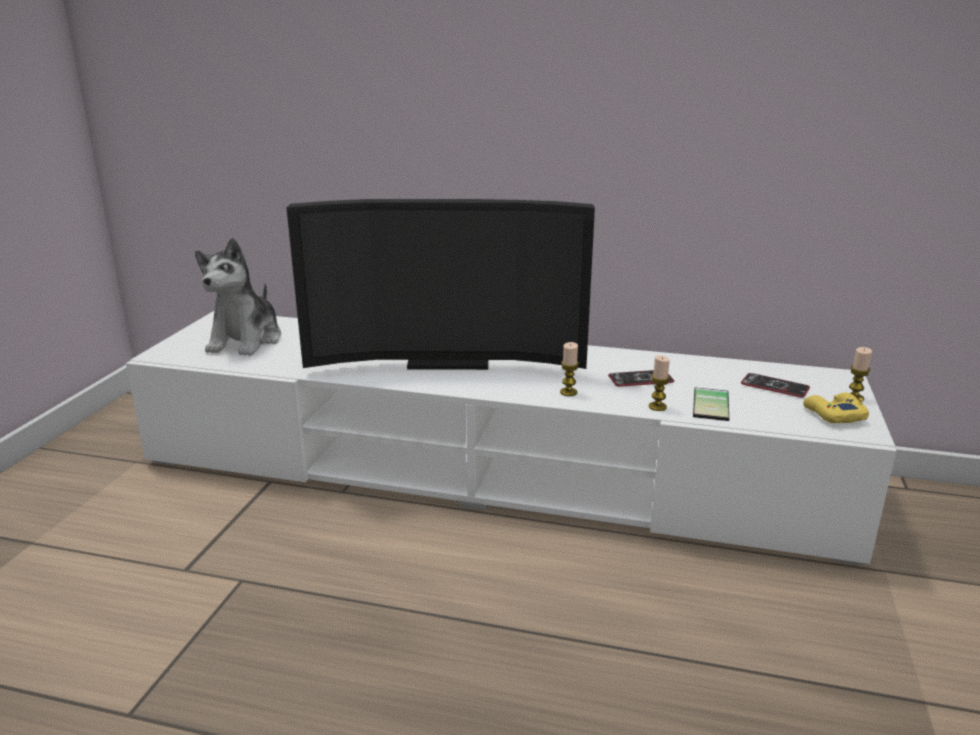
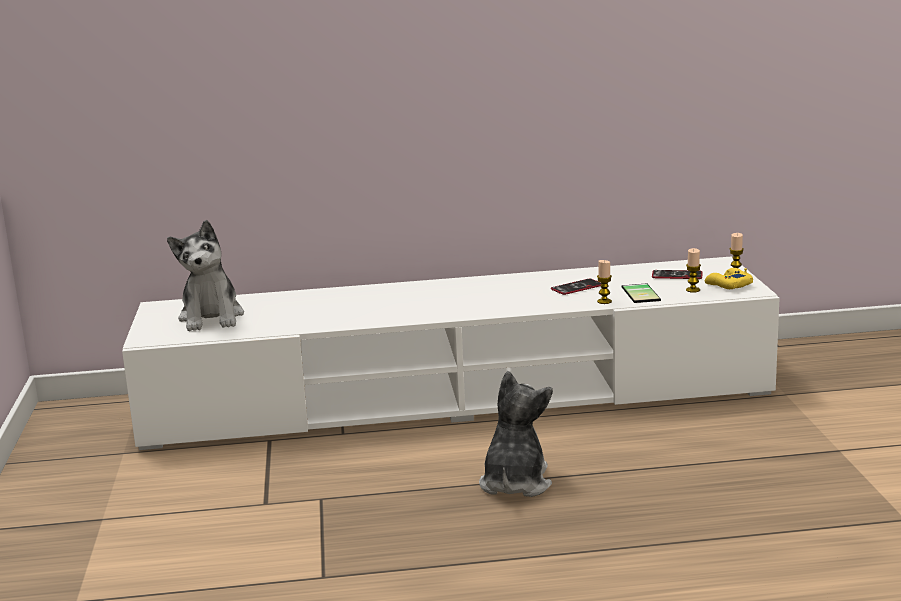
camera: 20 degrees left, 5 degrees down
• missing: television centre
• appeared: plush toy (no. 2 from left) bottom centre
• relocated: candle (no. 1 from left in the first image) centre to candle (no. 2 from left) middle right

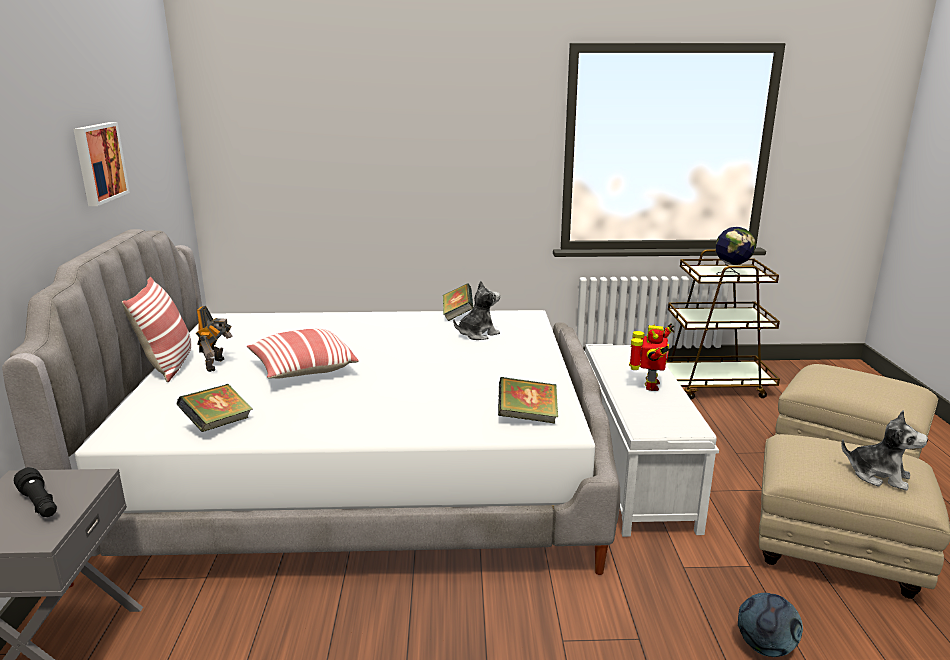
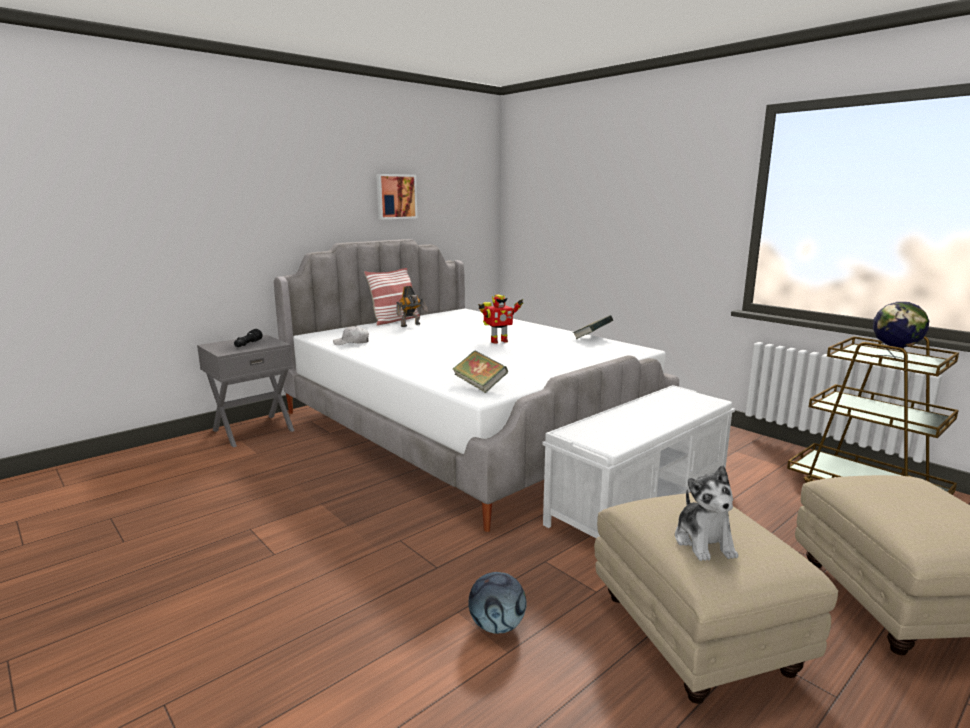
camera: 50 degrees right, 5 degrees down
• missing: pillow (no. 2 from left) middle left
• missing: plush toy (no. 1 from left) centre
• relocated: toy robot (no. 2 from left) middle right to centre
• exchanged: book (no. 1 from left) middle left to white cap centre

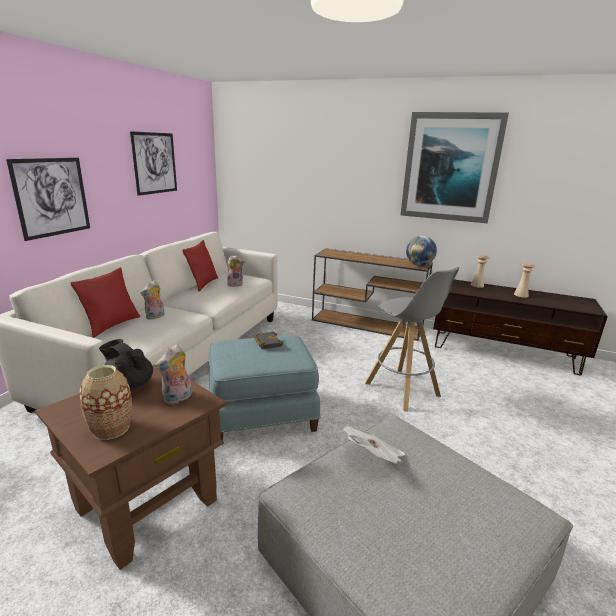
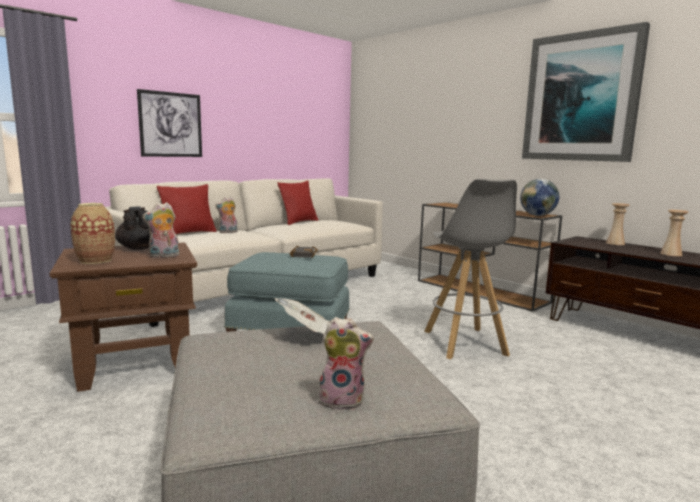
camera: 25 degrees right, 10 degrees down
• missing: picture (no. 2 from left) top left
• relocated: plush toy (no. 3 from left) centre to bottom centre

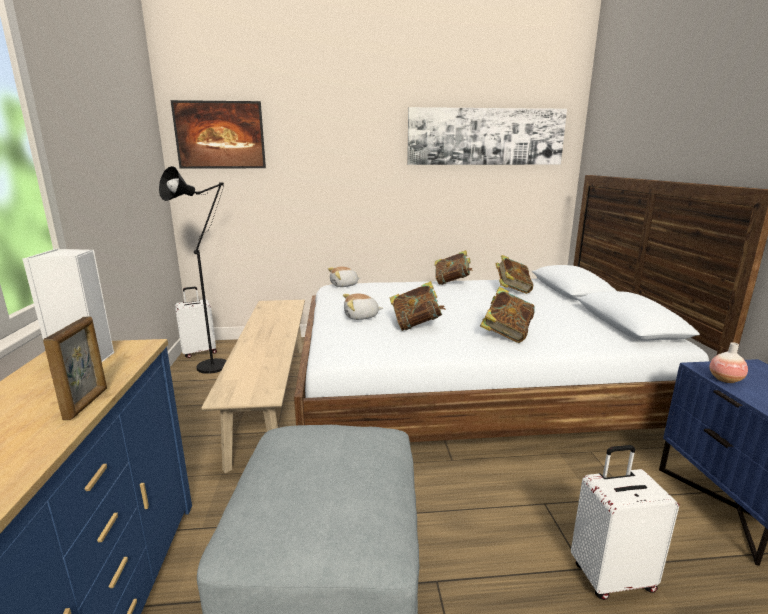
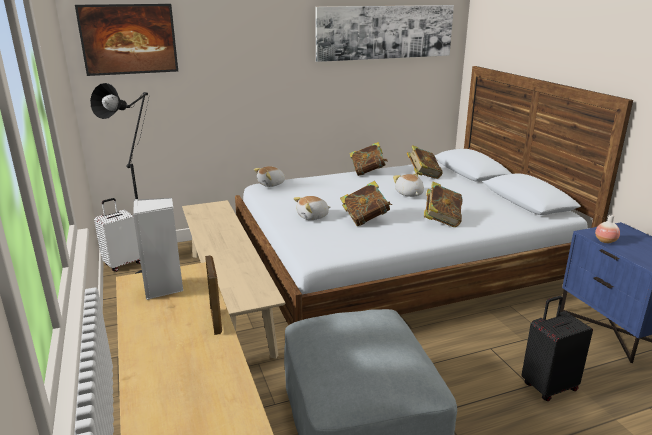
camera: 15 degrees left, 5 degrees up
• appeared: plush toy (no. 3 from left) centre
• colour: white suitcase (no. 2 from left) bottom right to black suitcase bottom right

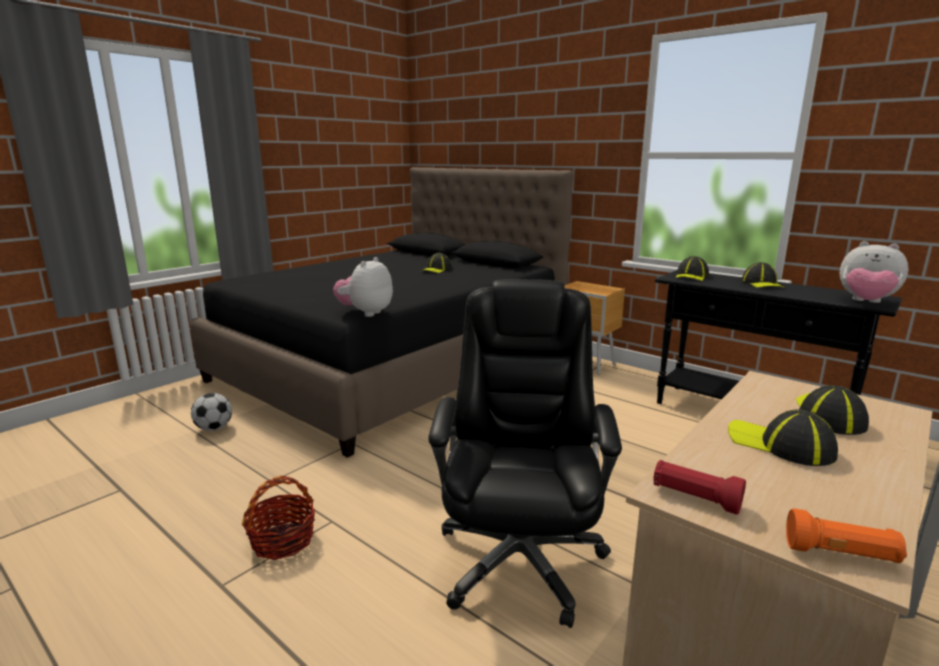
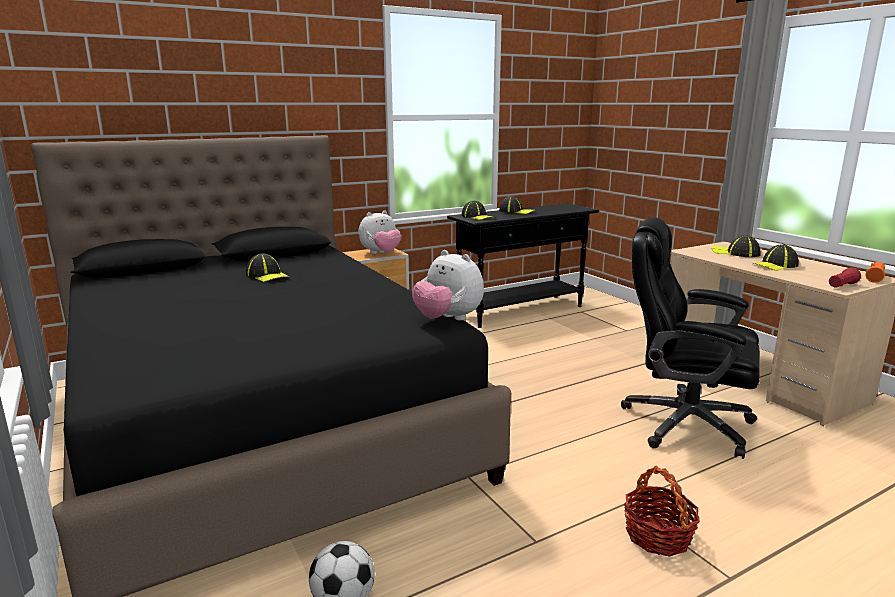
camera: 70 degrees left, 0 degrees up
• relocated: plush toy (no. 2 from left in the first image) middle right to plush toy (no. 1 from left) centre

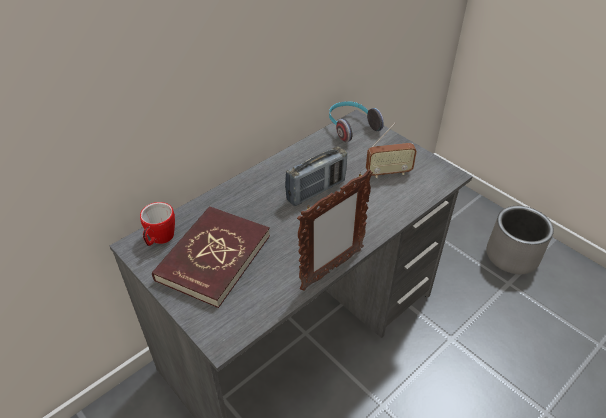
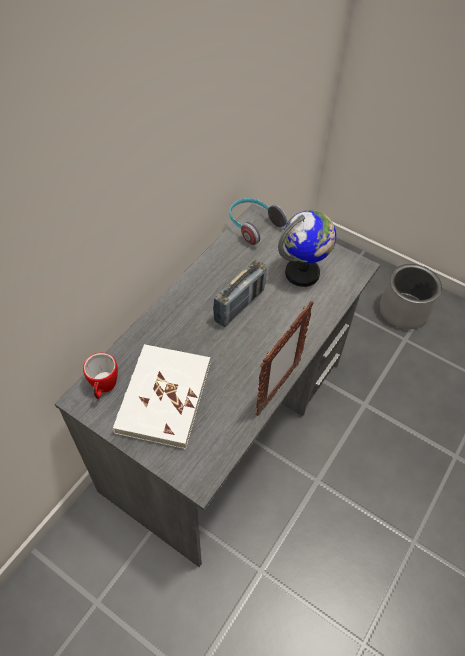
camera: 15 degrees left, 10 degrees up
• exchanged: radio (no. 2 from left) centre to globe centre
• colour: red book centre to white book centre

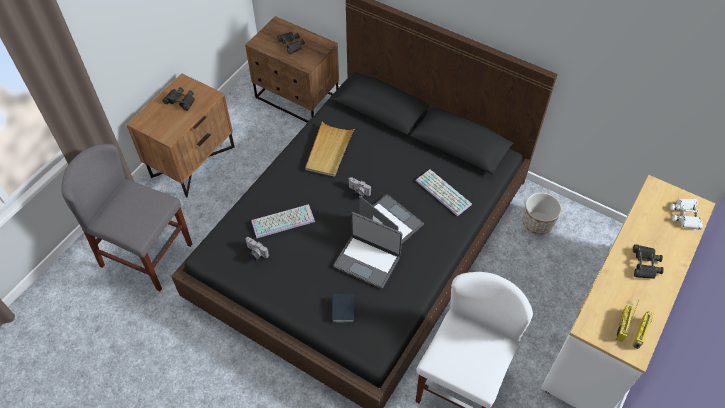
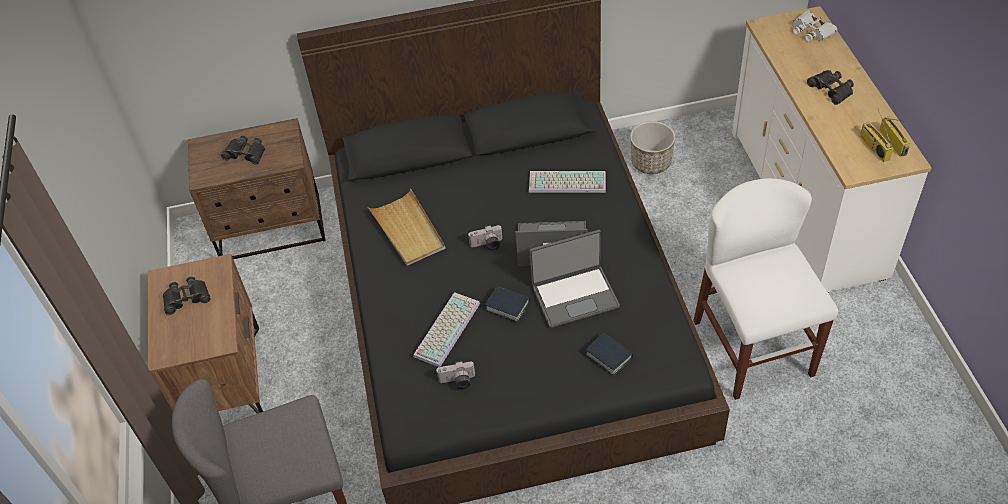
camera: 40 degrees left, 5 degrees down
• appeared: book (no. 1 from left) centre

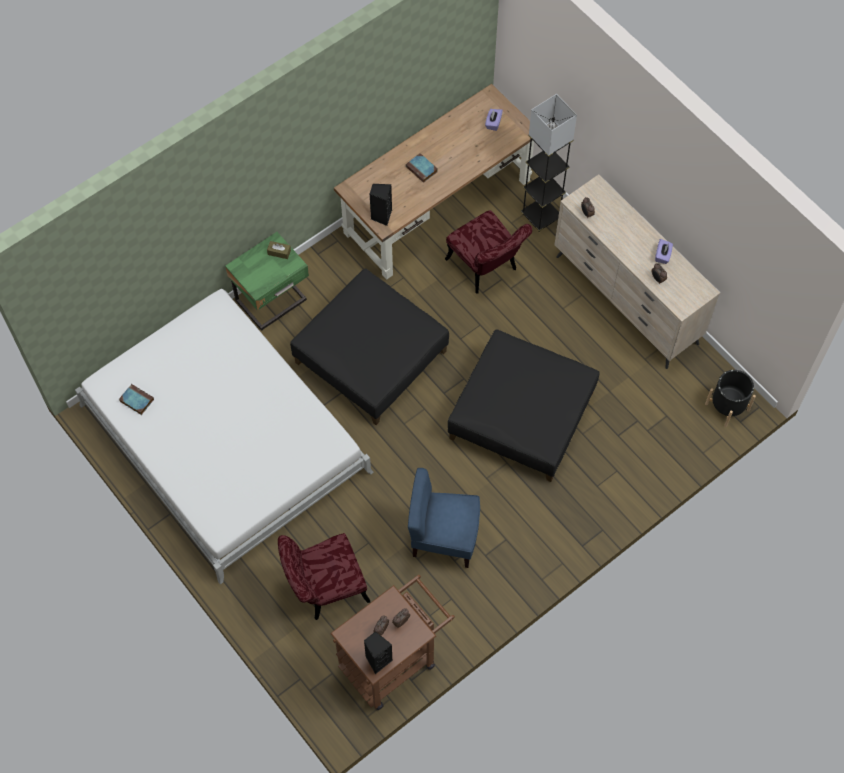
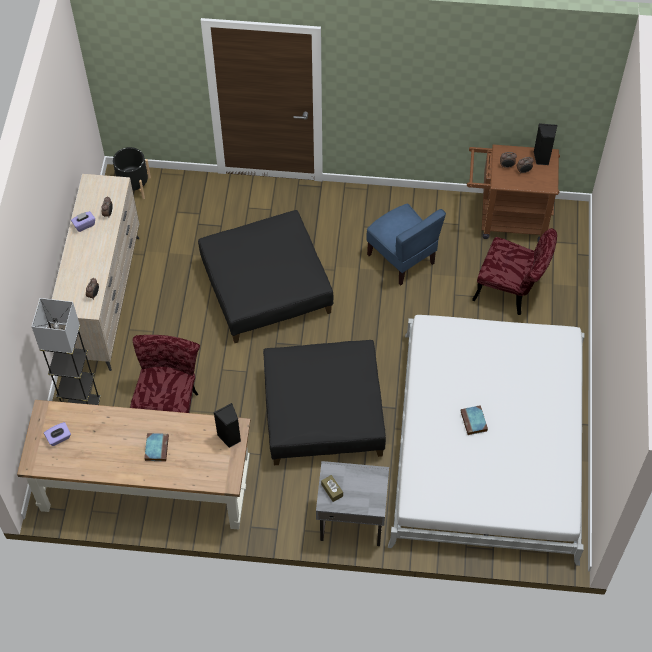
camera: 135 degrees left, 5 degrees down
• relocated: book (no. 1 from left in the first image) middle left to book (no. 2 from left) middle right
• colour: green nightstand middle left to grey nightstand bottom centre

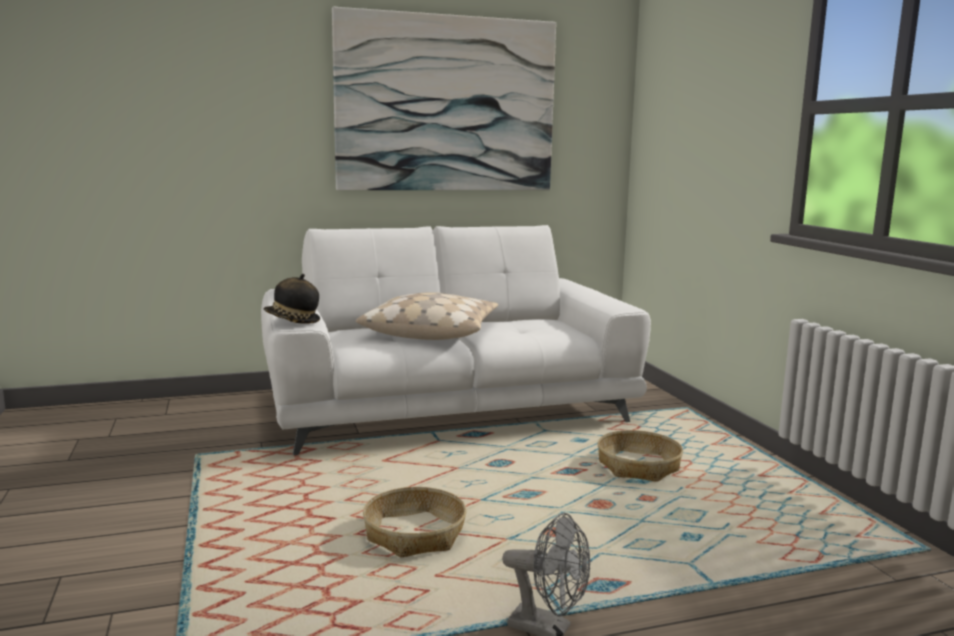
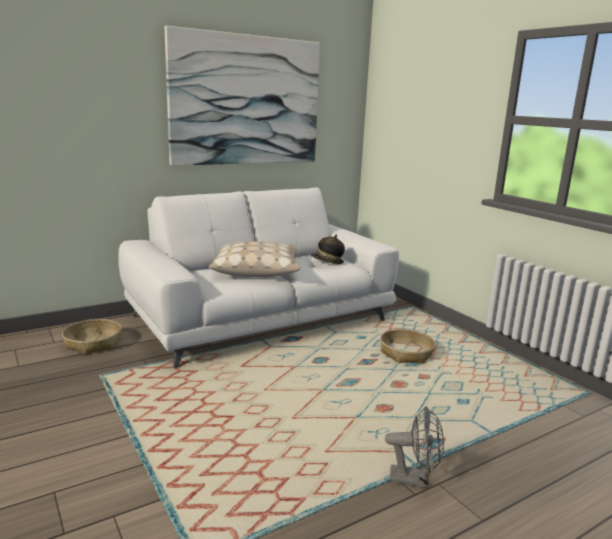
camera: 15 degrees left, 5 degrees up
• relocated: hat middle left to centre
• relocated: basket (no. 1 from left) bottom centre to middle left

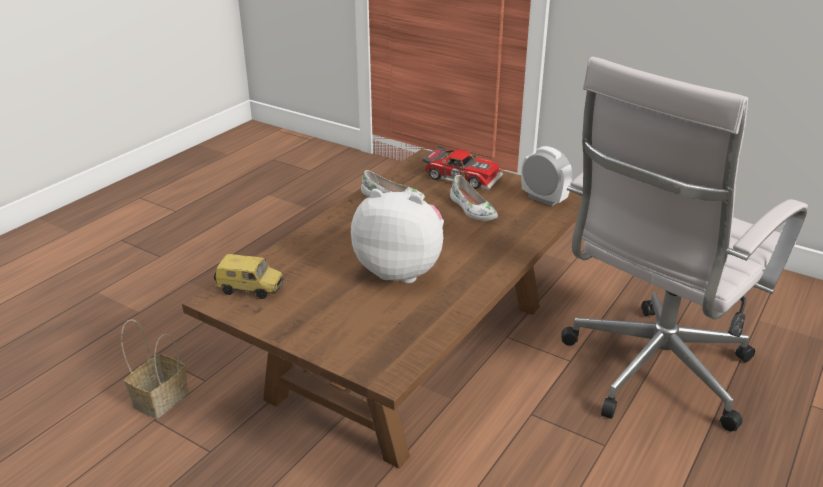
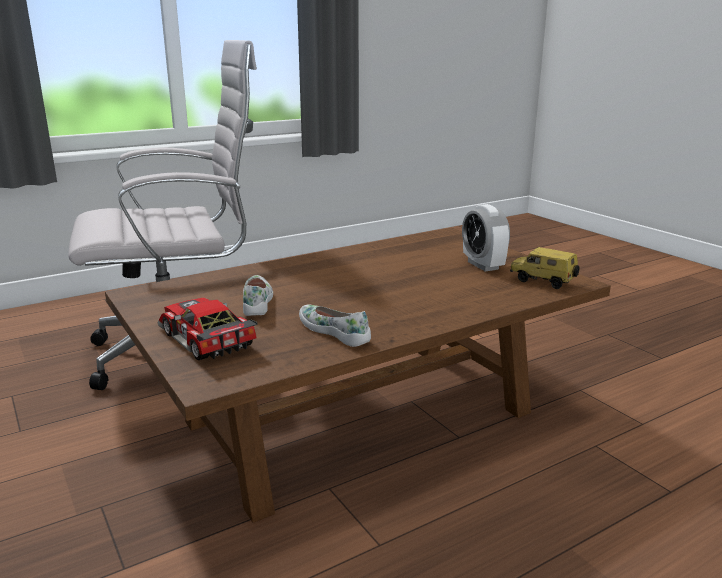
camera: 155 degrees left, 10 degrees down
• missing: basket bottom left
• missing: plush toy centre
• relocated: alarm clock centre to middle right

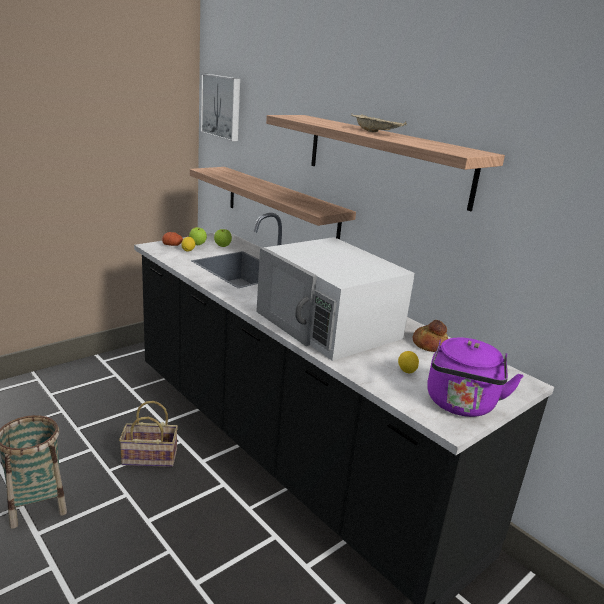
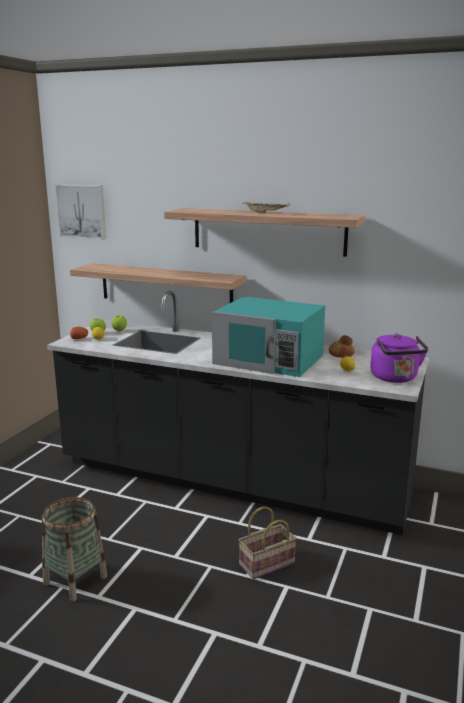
camera: 25 degrees left, 5 degrees down
• relocated: basket (no. 2 from left) bottom left to bottom centre
• colour: white microwave centre to turquoise microwave centre

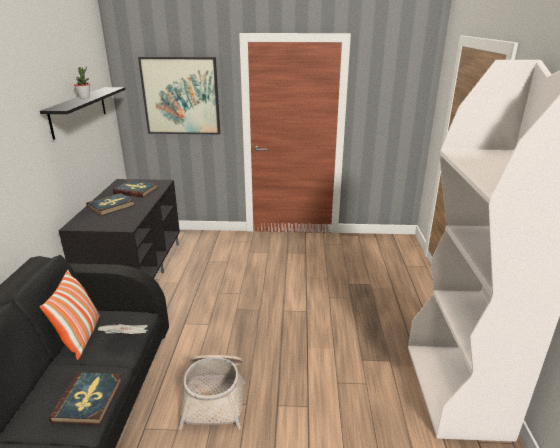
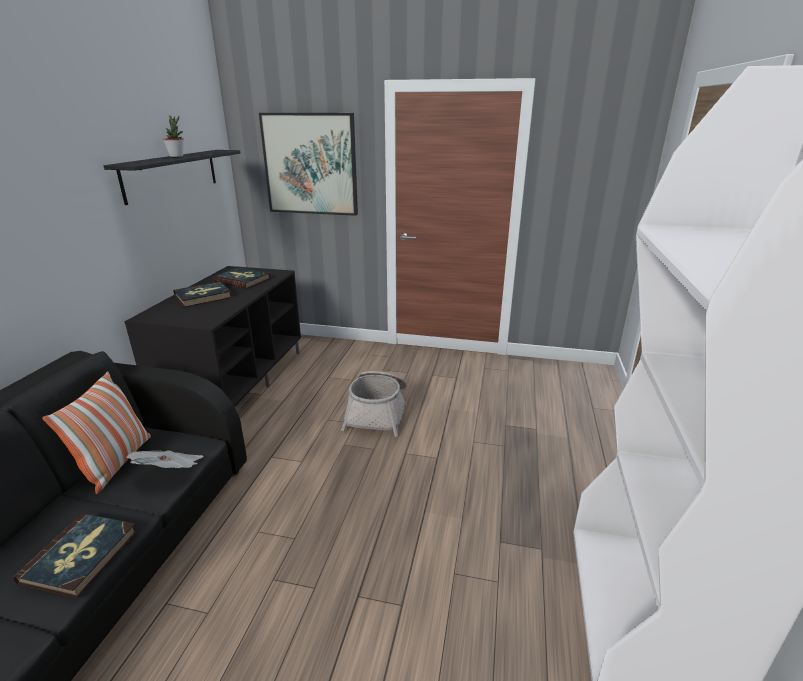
camera: 10 degrees right, 0 degrees up
• relocated: basket bottom centre to centre

